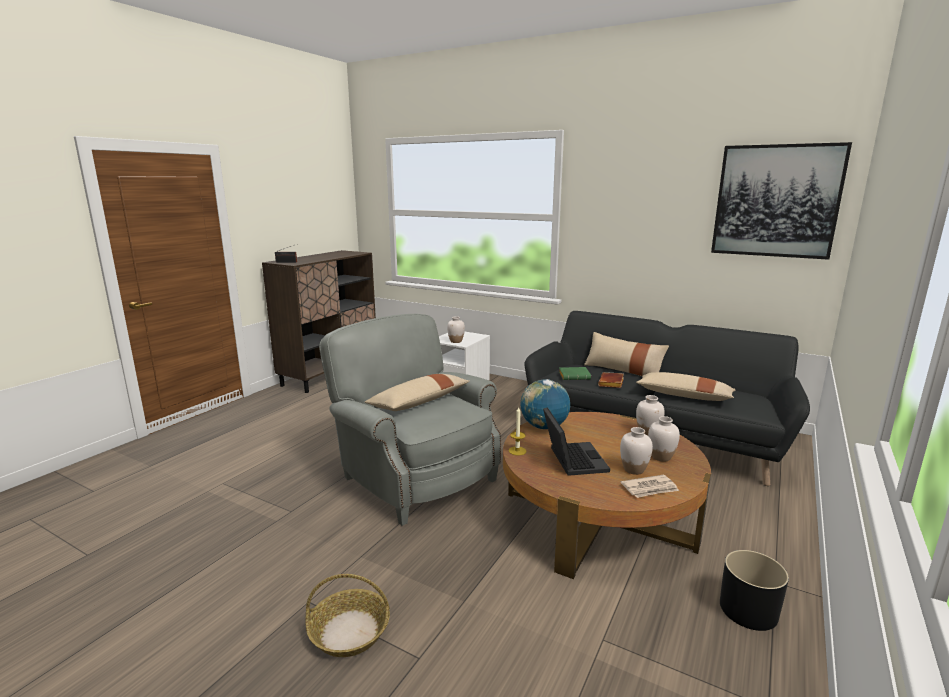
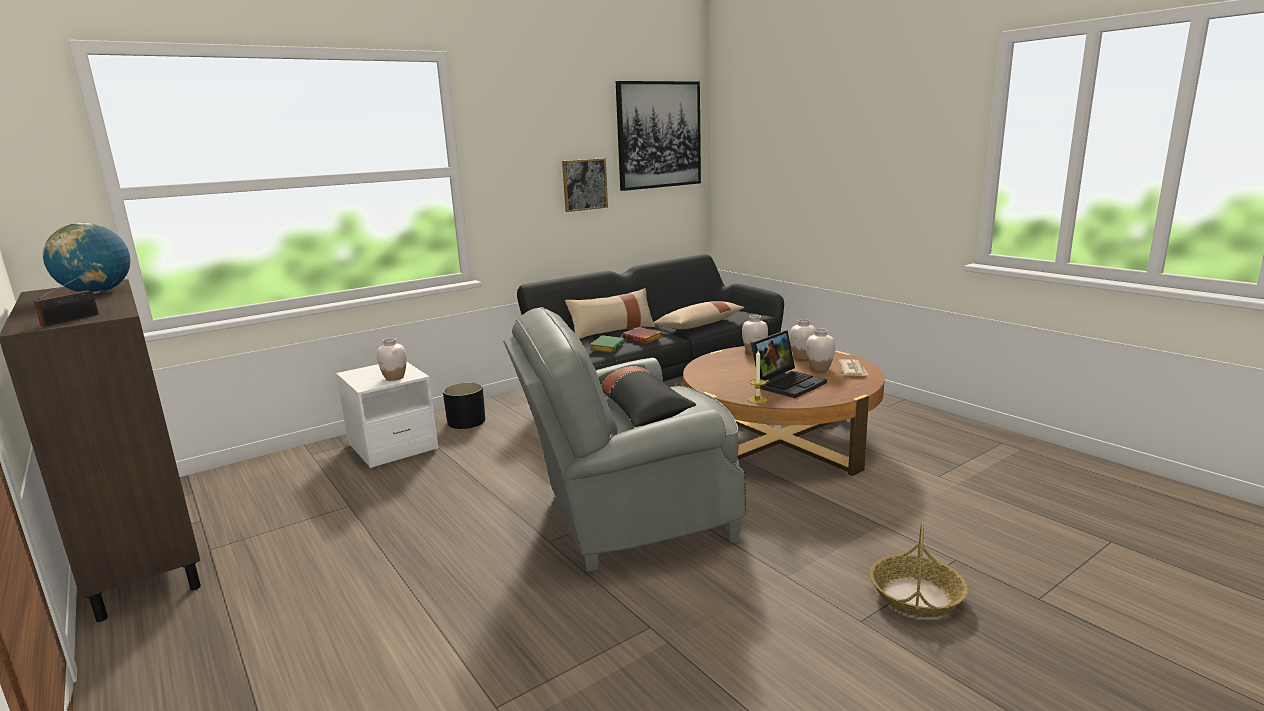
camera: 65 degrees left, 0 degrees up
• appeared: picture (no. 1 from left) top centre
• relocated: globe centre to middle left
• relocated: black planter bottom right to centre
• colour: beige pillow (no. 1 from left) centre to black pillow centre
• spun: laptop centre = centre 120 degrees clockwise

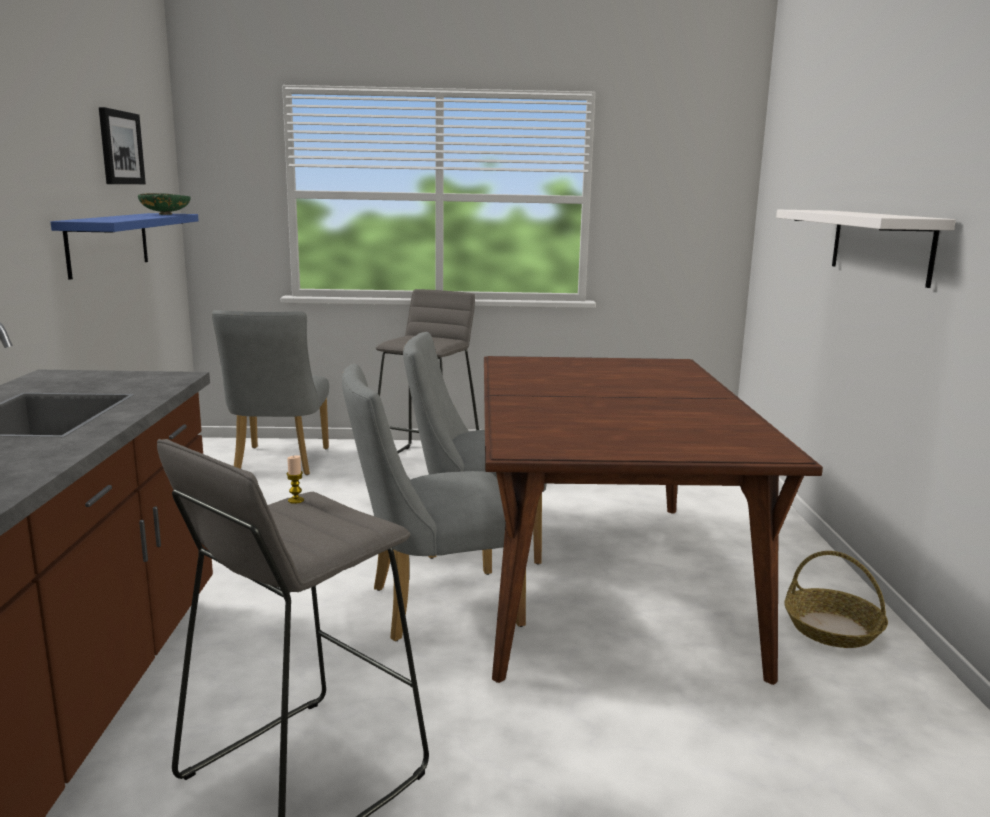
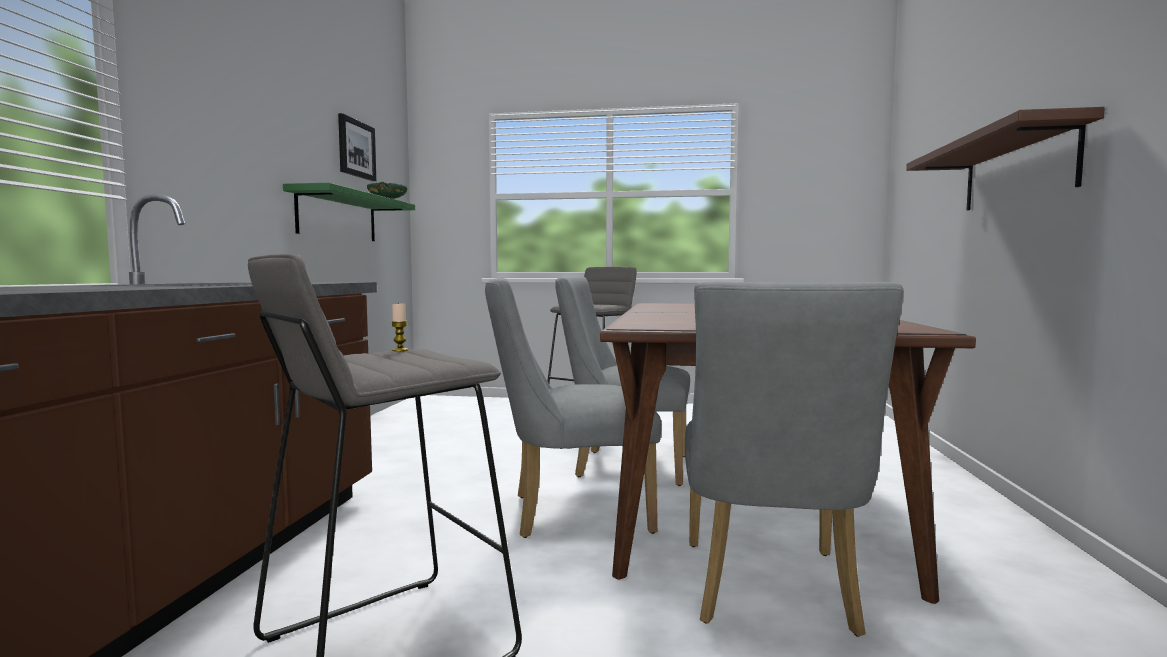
camera: 10 degrees right, 10 degrees down
• missing: basket bottom right
• relocated: grey chair (no. 1 from left in the first image) middle left to grey chair (no. 3 from left) bottom right
• colour: blue shelf top left to green shelf top left
• colour: white shelf top right to brown shelf top right

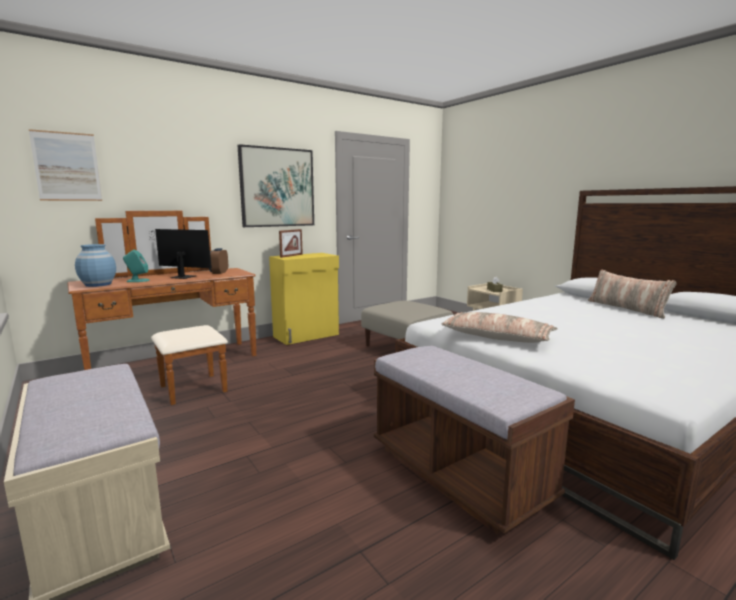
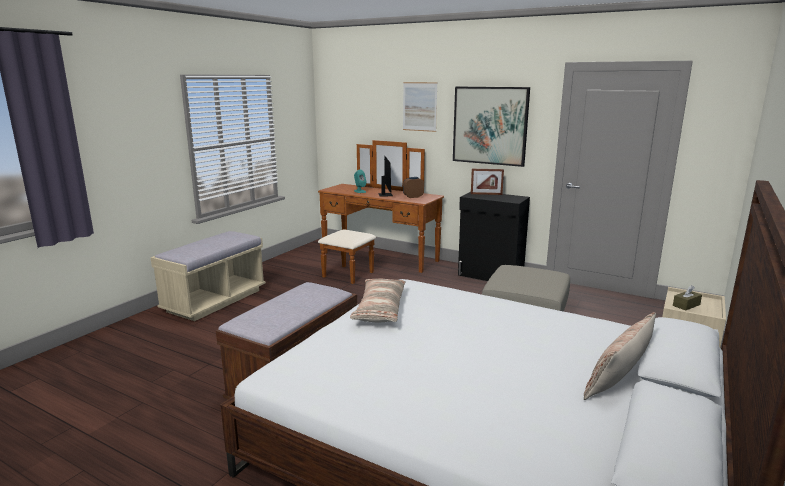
camera: 65 degrees right, 5 degrees up
• missing: blue vase middle left
• relocated: picture (no. 1 from left) top left to top centre
• colour: yellow cabinet centre to black cabinet centre

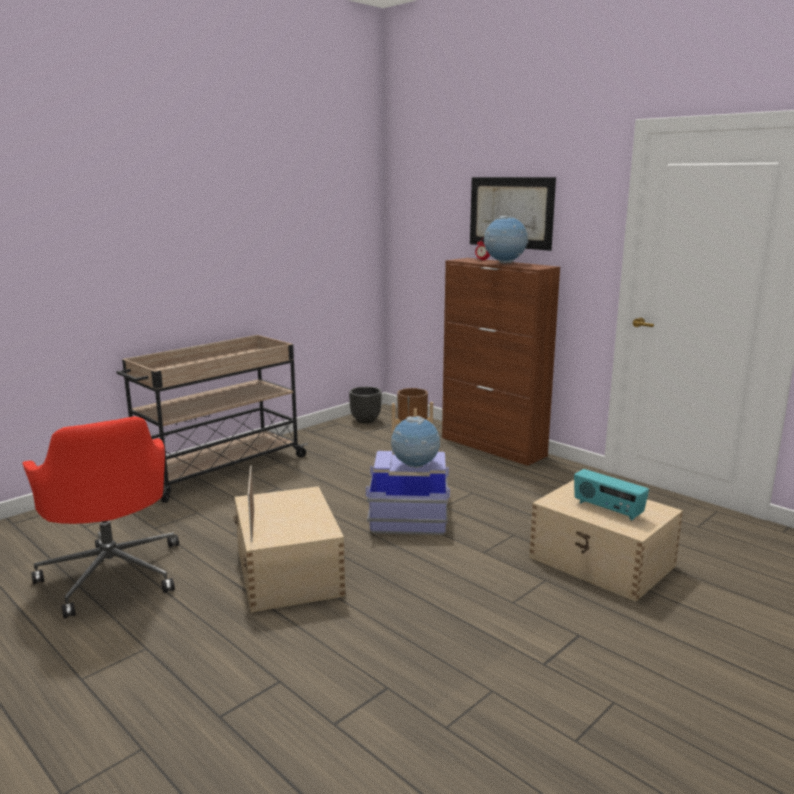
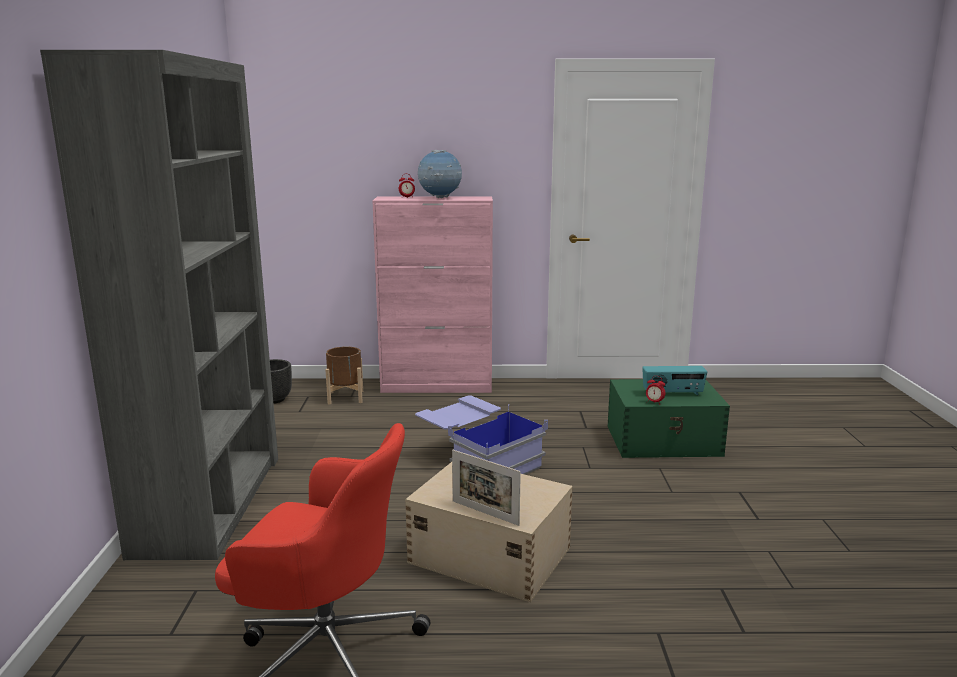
camera: 45 degrees left, 0 degrees up
• missing: globe (no. 1 from left) centre
• missing: picture top centre
• appeared: alarm clock (no. 2 from left) middle right
• exchanged: beige cart middle left to grey bookcase middle left
• colour: brown cabinet centre to pink cabinet centre
• colour: beige storage box (no. 2 from left) bottom right to green storage box middle right

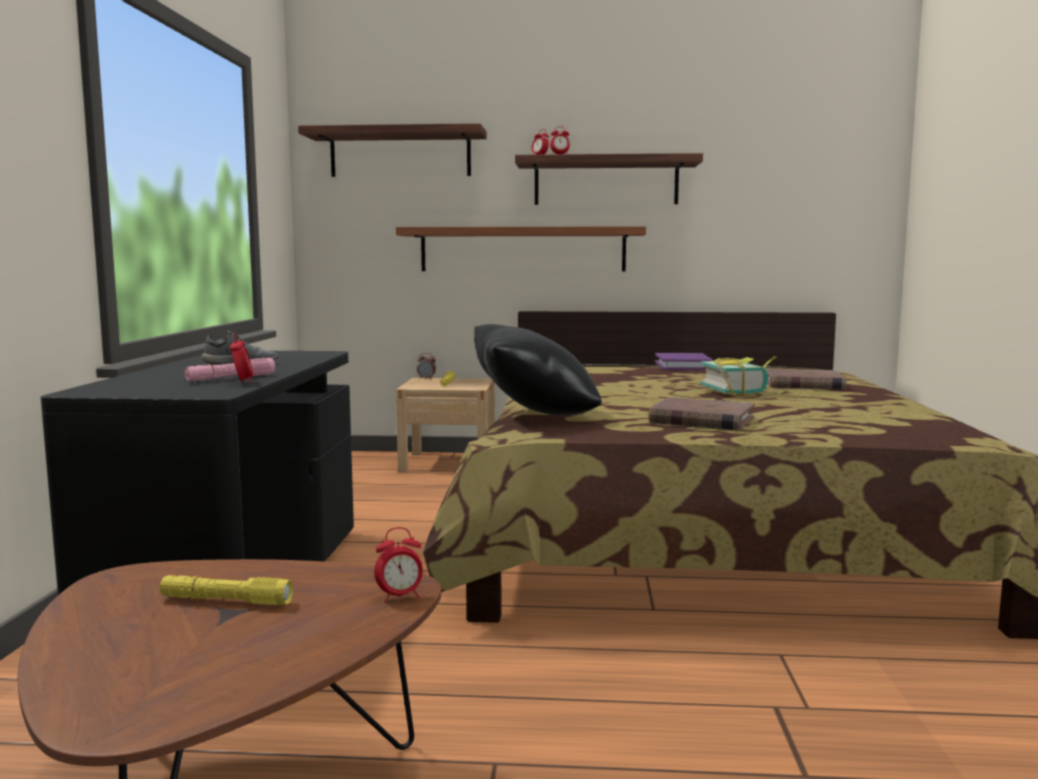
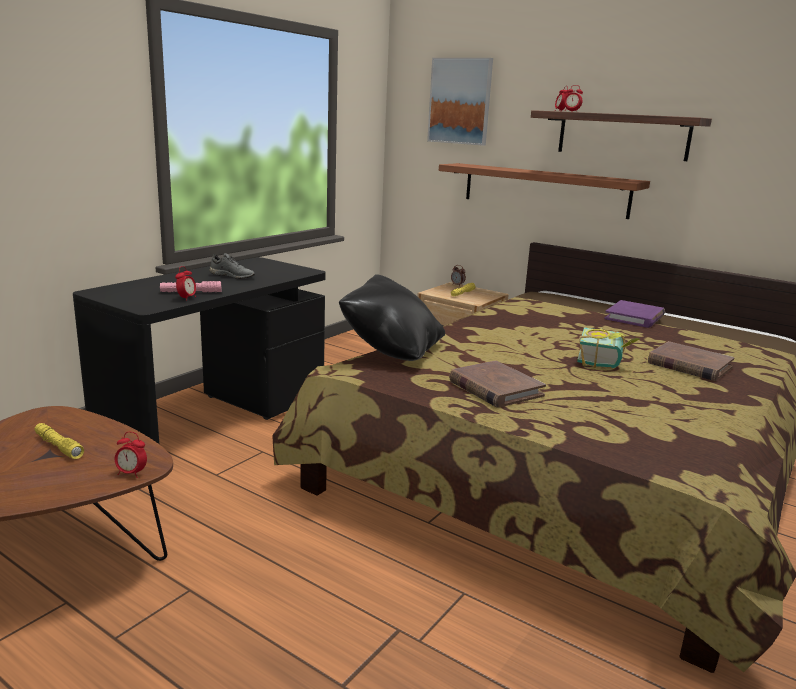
camera: 30 degrees right, 10 degrees up
• exchanged: shelf (no. 1 from left) top centre to picture top centre

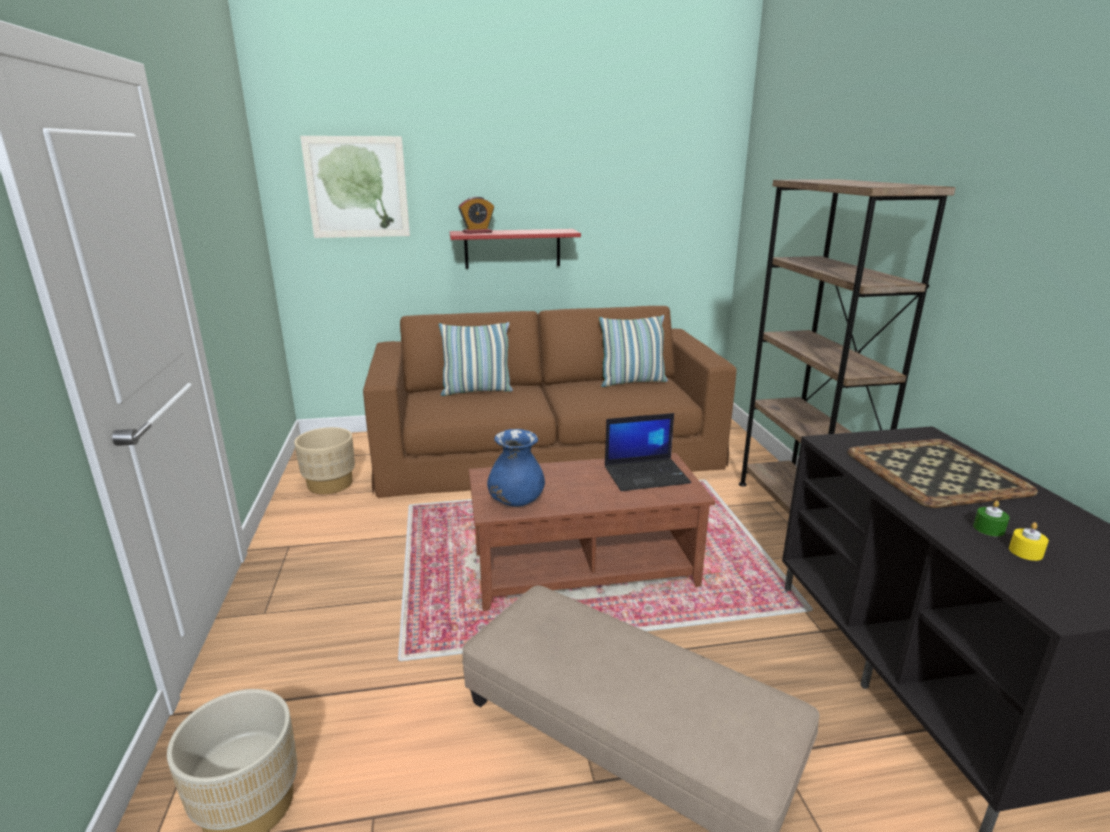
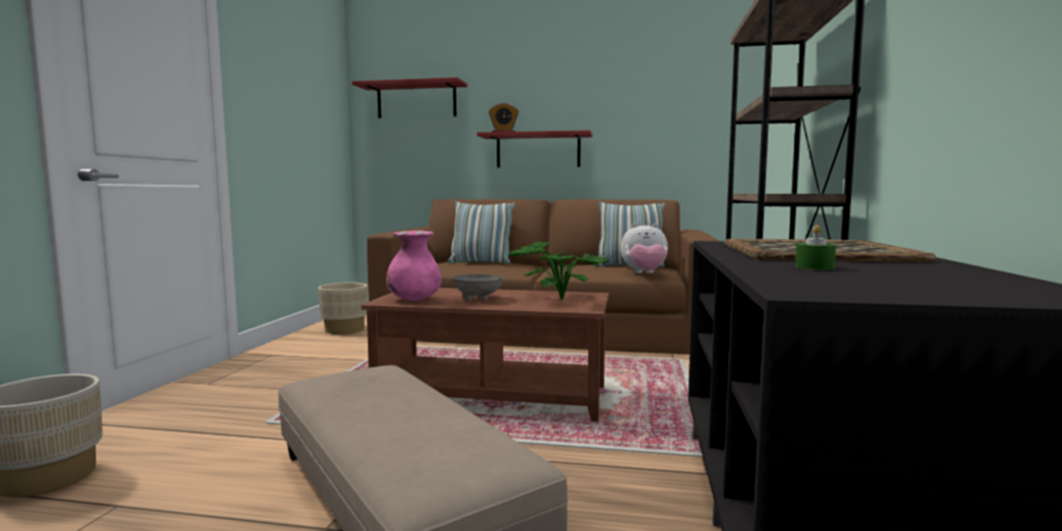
camera: 20 degrees right, 15 degrees down
• missing: yellow candle middle right
• appeared: grey bowl centre
• appeared: plush toy centre
• exchanged: picture top left to red shelf (no. 1 from left) top centre
• exchanged: laptop centre to potted plant centre
• colour: blue vase centre to pink vase centre

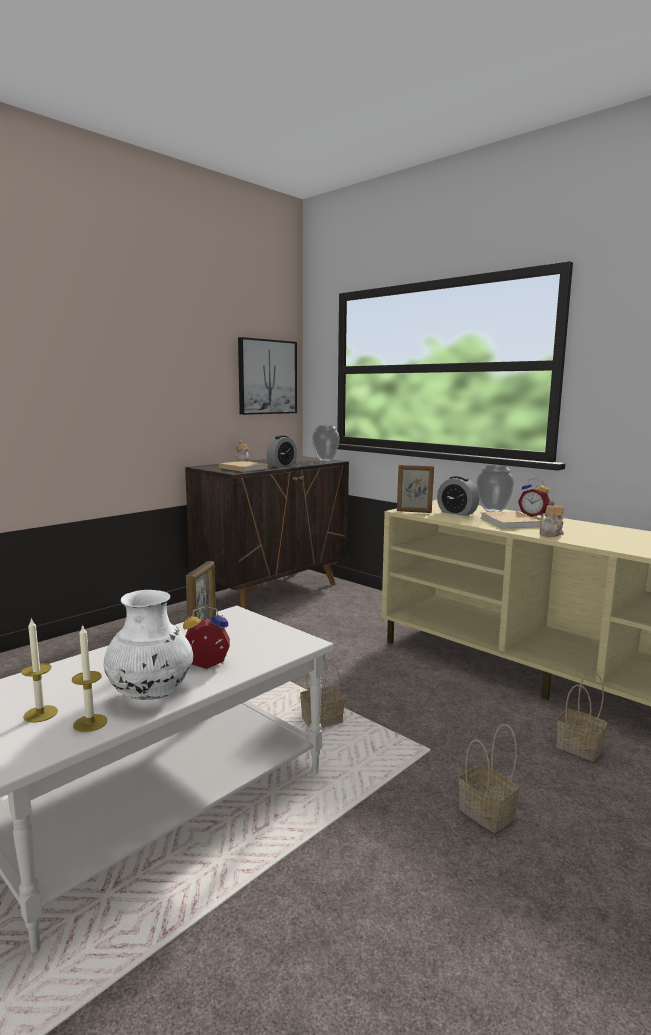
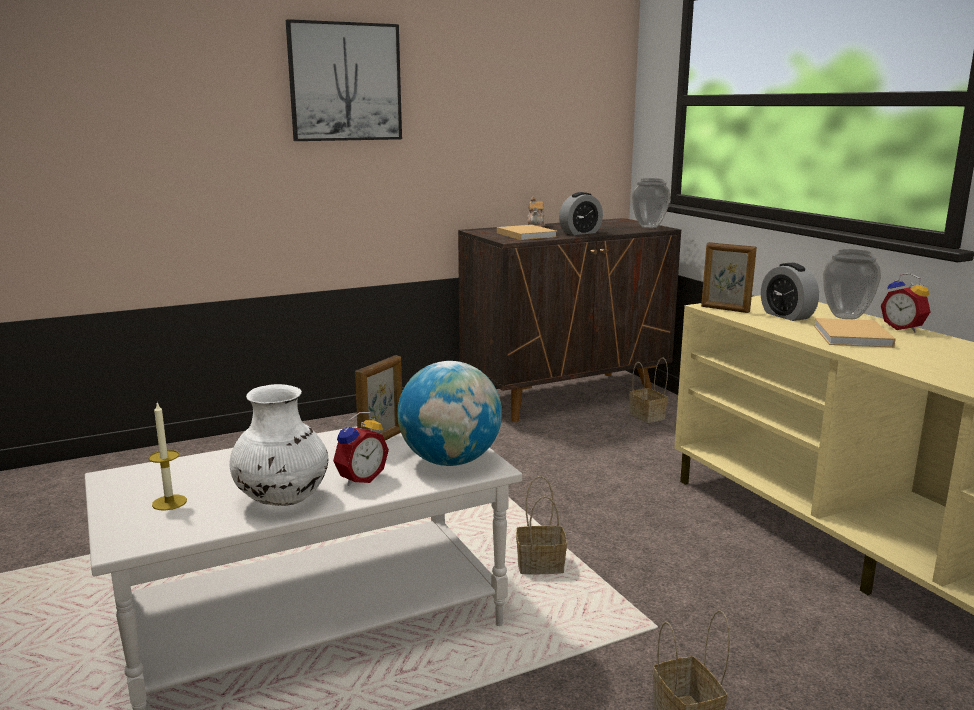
camera: 20 degrees right, 5 degrees up
• missing: candle (no. 2 from left) middle left
• missing: teapot (no. 2 from left) middle right
• appeared: globe centre
• relocated: picture centre to top centre
• relocated: basket (no. 3 from left in the first image) bottom right to basket (no. 2 from left) centre
• spun: alarm clock (no. 1 from left) middle left = centre 120 degrees clockwise

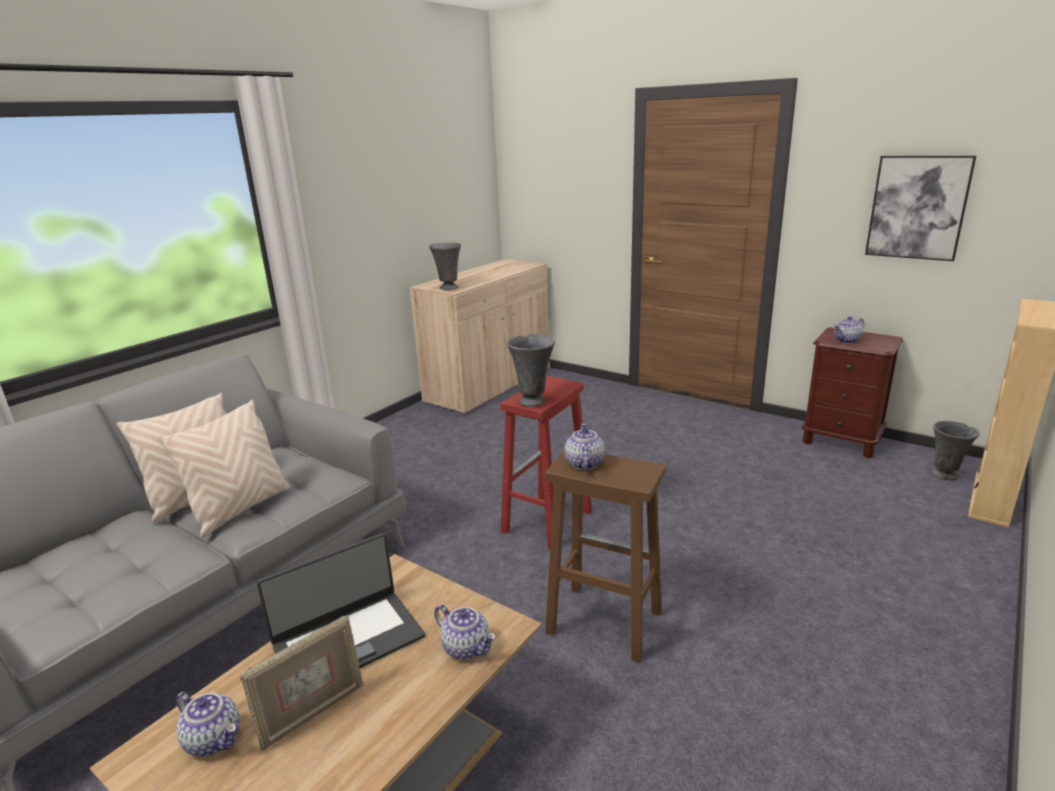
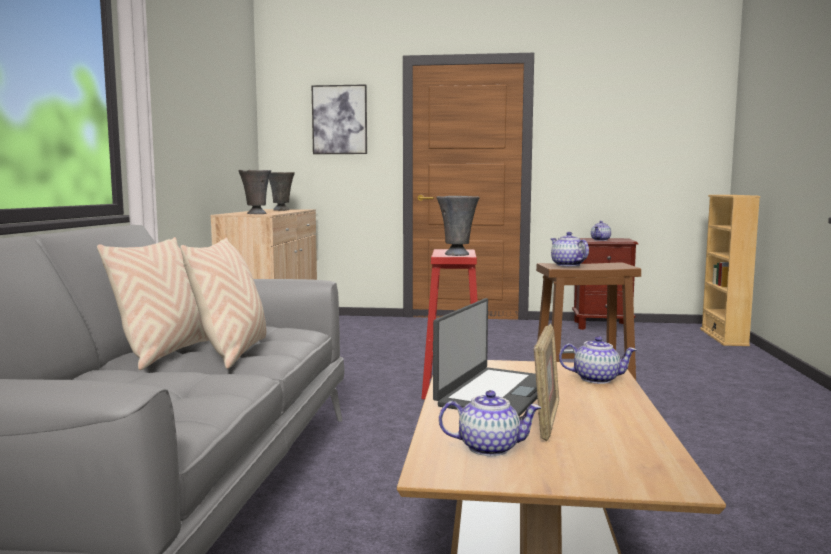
camera: 30 degrees left, 15 degrees down
• relocated: picture top right to top centre
• relocated: grey vase (no. 3 from left in the first image) middle right to grey vase (no. 2 from left) centre

